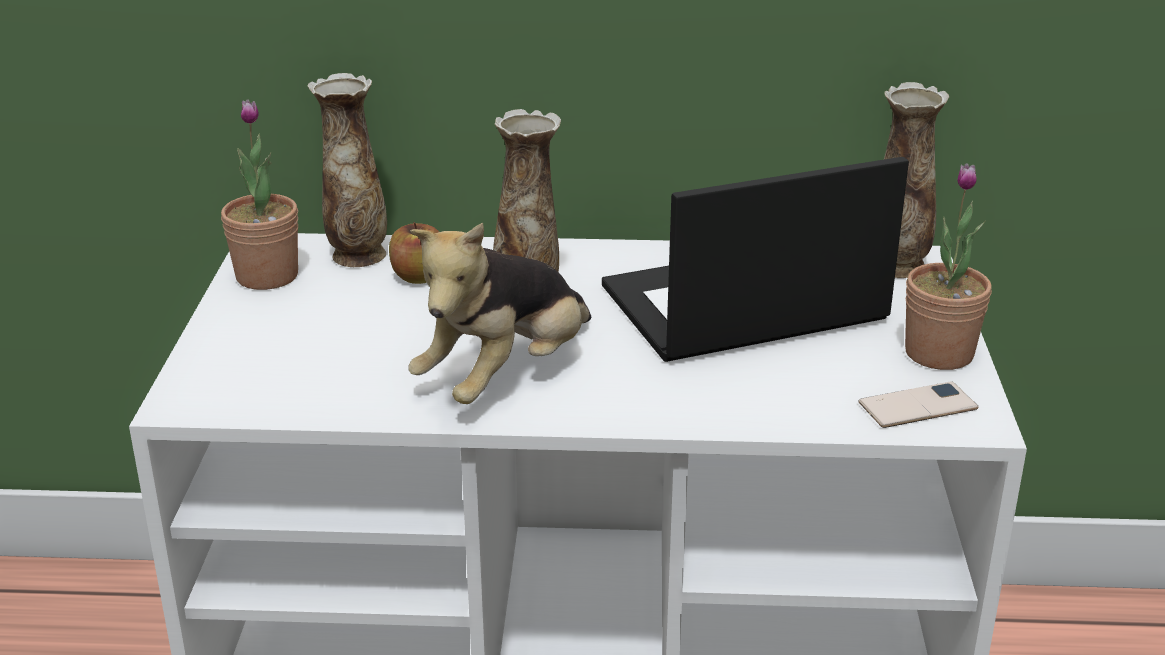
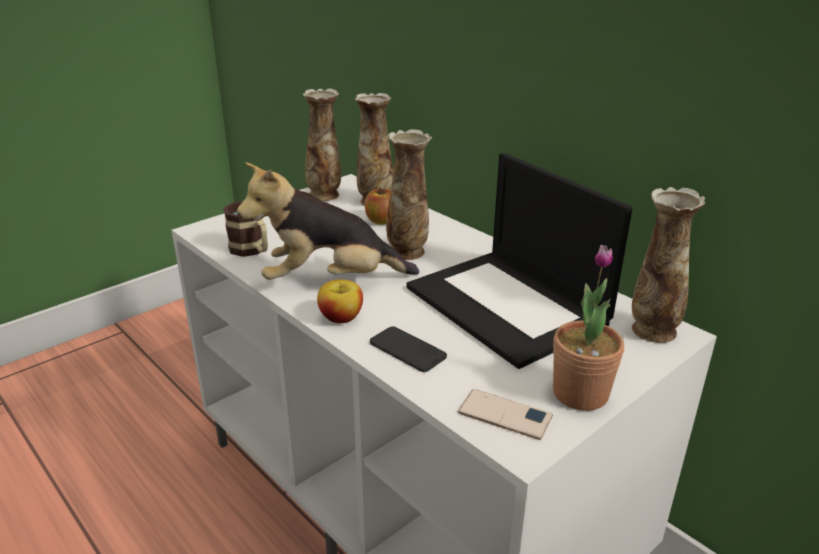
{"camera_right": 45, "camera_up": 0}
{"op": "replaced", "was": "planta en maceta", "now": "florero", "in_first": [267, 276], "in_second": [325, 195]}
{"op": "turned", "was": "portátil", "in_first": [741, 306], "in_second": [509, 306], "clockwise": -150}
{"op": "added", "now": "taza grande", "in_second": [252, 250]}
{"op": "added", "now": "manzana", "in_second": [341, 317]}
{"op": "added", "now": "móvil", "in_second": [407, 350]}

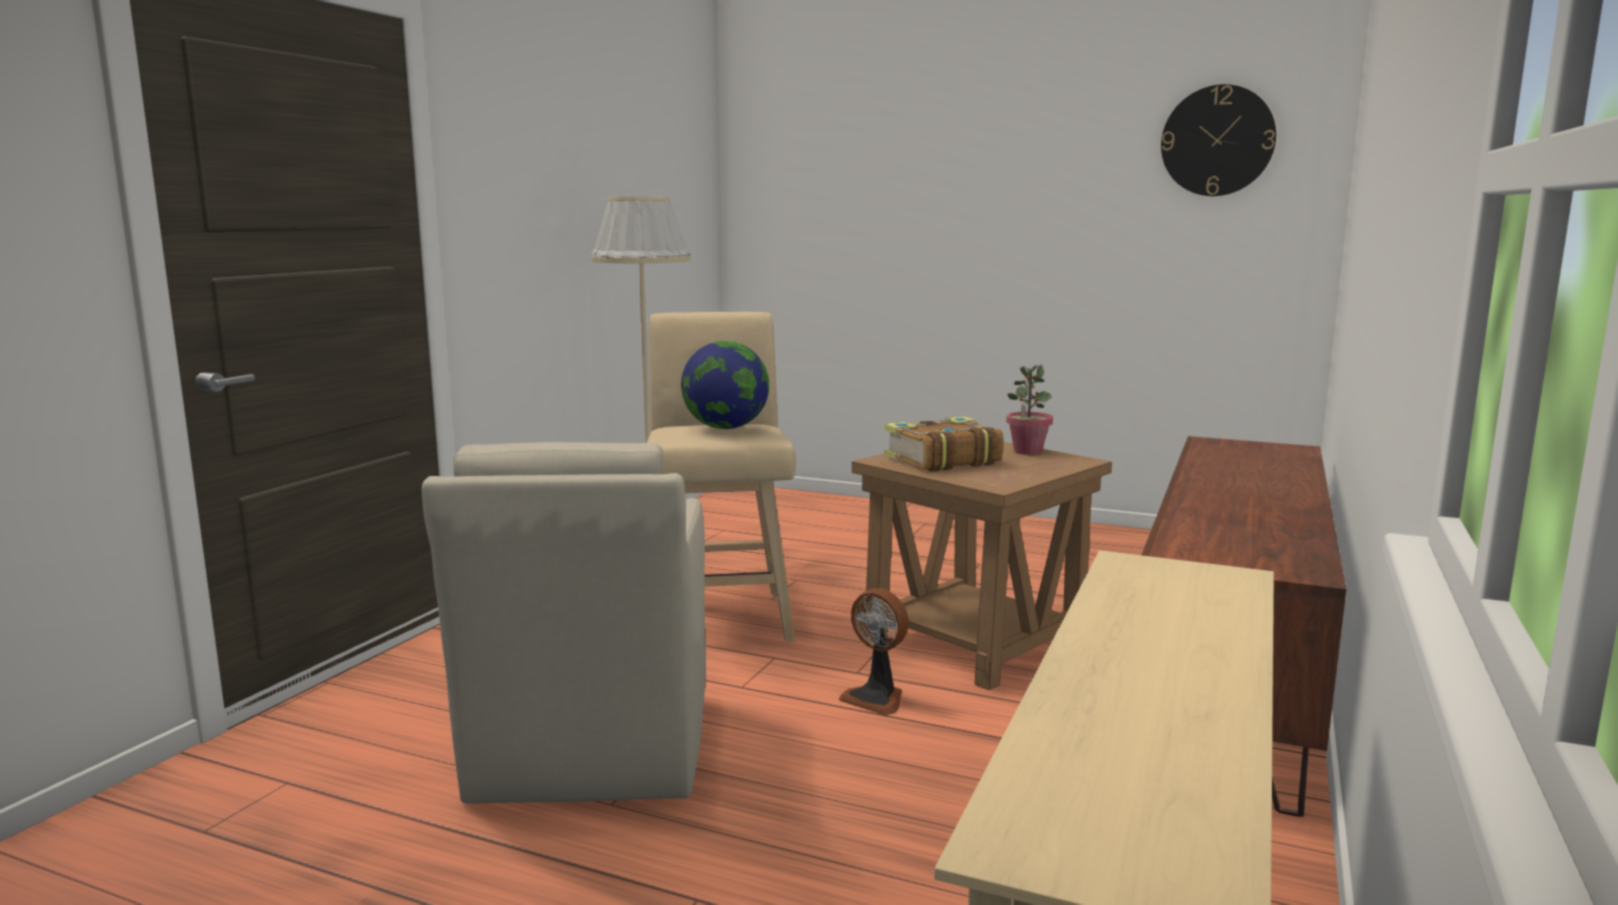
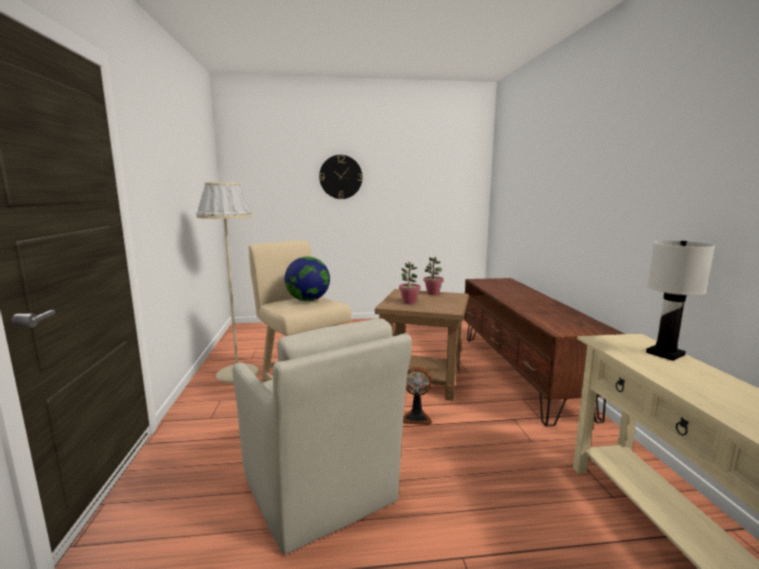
{"camera_right": -30, "camera_up": 0}
{"op": "moved", "was": "reloj de pared", "in_first": [1217, 141], "in_second": [341, 177]}
{"op": "replaced", "was": "libro", "now": "planta en maceta", "in_first": [941, 460], "in_second": [409, 302]}
{"op": "added", "now": "lámpara de mesa/blanco", "in_second": [665, 354]}

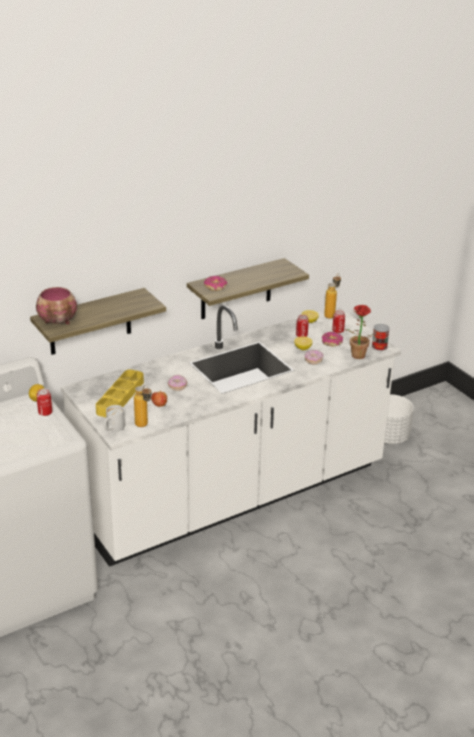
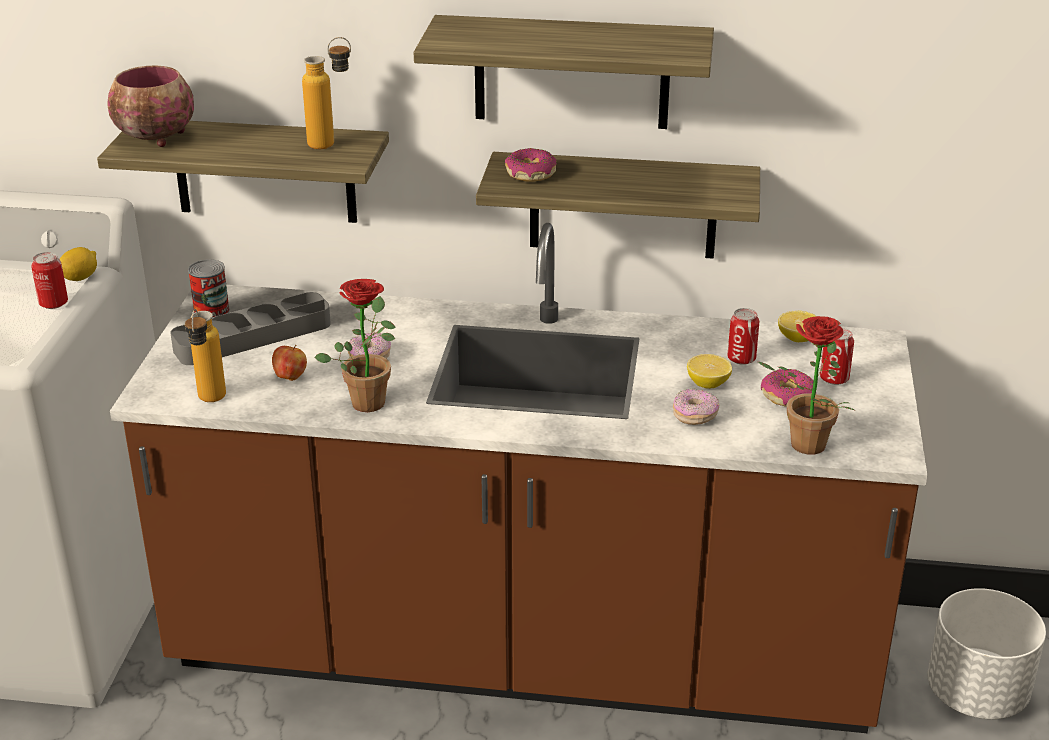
{"camera_right": 40, "camera_up": 0}
{"op": "moved", "was": "botella", "in_first": [331, 314], "in_second": [332, 143]}
{"op": "recoloured", "was": "mueble bajo de cocina/blanco", "now": "mueble bajo de cocina/marrón", "in_first": [234, 496], "in_second": [524, 653]}
{"op": "moved", "was": "lata", "in_first": [379, 346], "in_second": [211, 311]}
{"op": "recoloured", "was": "bandeja/amarillo", "now": "bandeja/gris", "in_first": [120, 397], "in_second": [253, 336]}
{"op": "removed", "was": "taza grande/blanco", "in_first": [113, 429]}
{"op": "added", "now": "estante", "in_second": [571, 72]}
{"op": "added", "now": "planta en maceta", "in_second": [368, 399]}

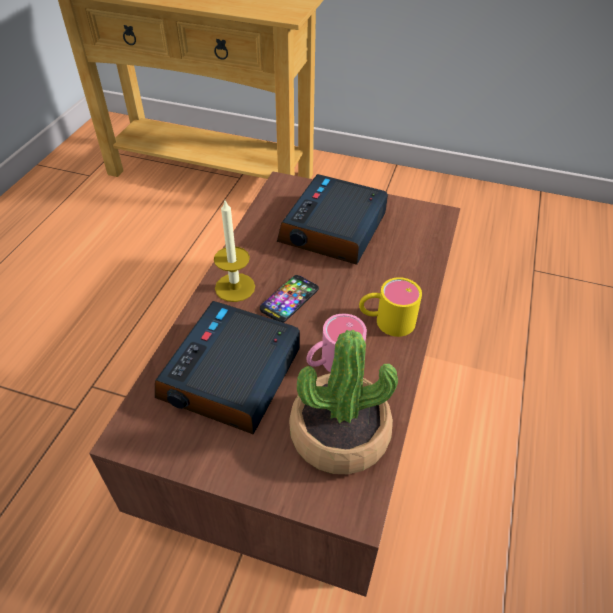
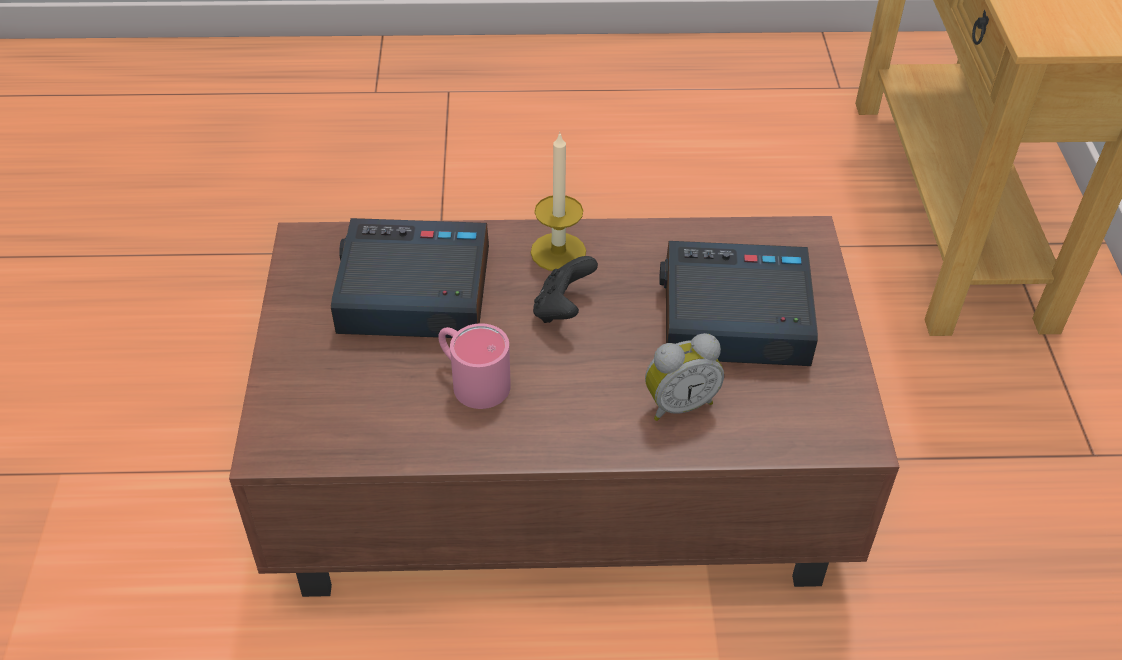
{"camera_right": 70, "camera_up": 0}
{"op": "replaced", "was": "móvil", "now": "mando de consola/negro", "in_first": [289, 299], "in_second": [563, 309]}
{"op": "removed", "was": "taza grande/amarillo", "in_first": [386, 321]}
{"op": "removed", "was": "planta en maceta", "in_first": [339, 434]}
{"op": "added", "now": "despertador", "in_second": [678, 403]}

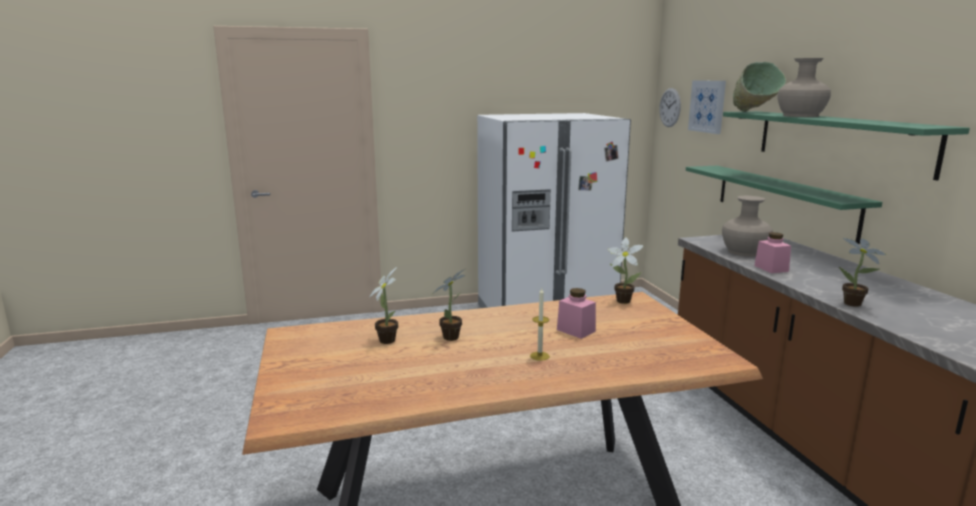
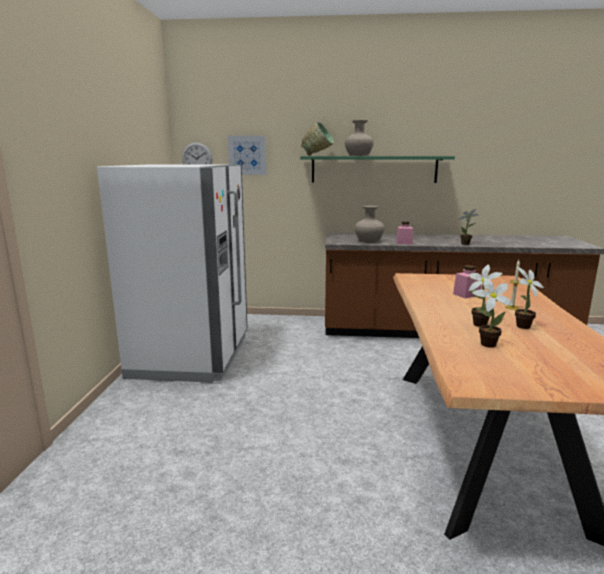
{"camera_right": -70, "camera_up": 0}
{"op": "removed", "was": "estante/verde", "in_first": [783, 200]}
{"op": "moved", "was": "planta en maceta", "in_first": [621, 300], "in_second": [521, 327]}

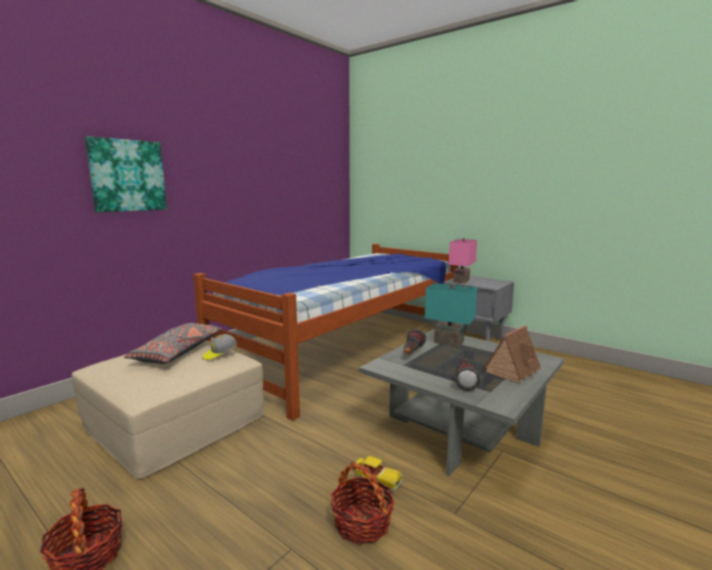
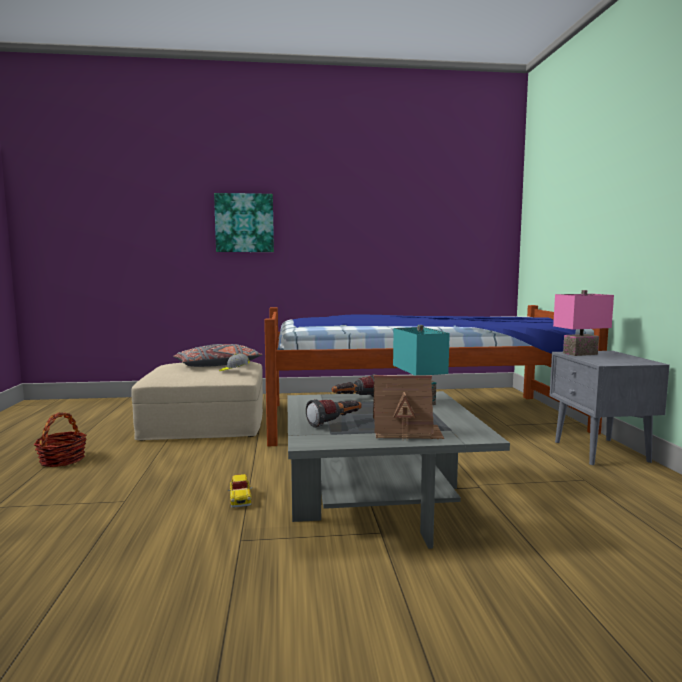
{"camera_right": 45, "camera_up": -5}
{"op": "removed", "was": "cesta", "in_first": [361, 523]}

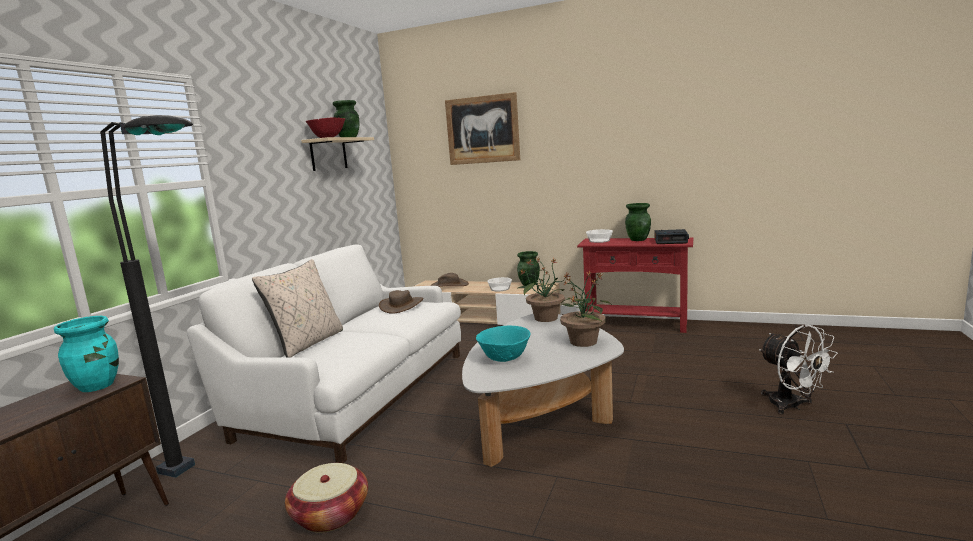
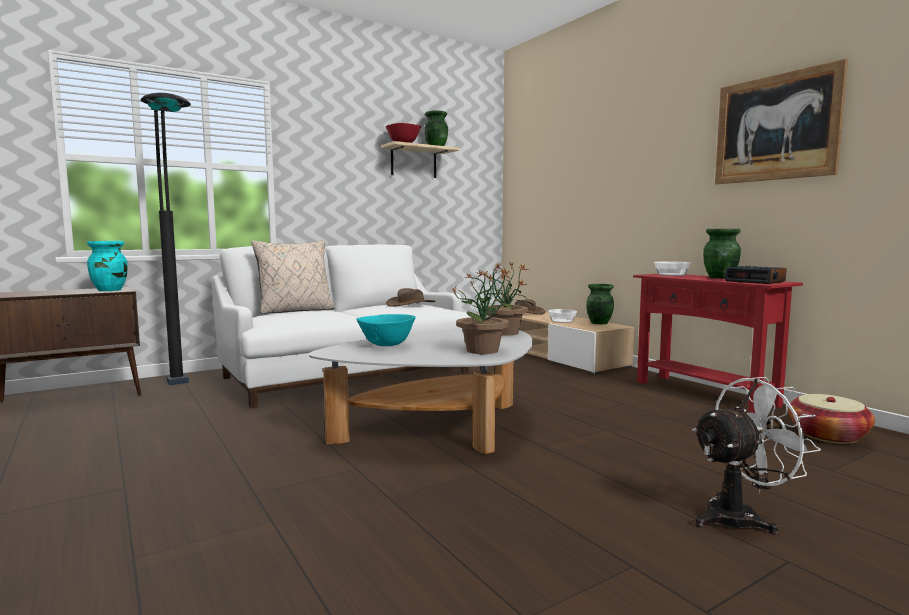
{"camera_right": 35, "camera_up": -5}
{"op": "moved", "was": "cuadro", "in_first": [482, 130], "in_second": [775, 128]}
{"op": "turned", "was": "ventilador/blanco", "in_first": [792, 406], "in_second": [741, 517], "clockwise": -120}
{"op": "moved", "was": "cesta", "in_first": [330, 514], "in_second": [827, 435]}

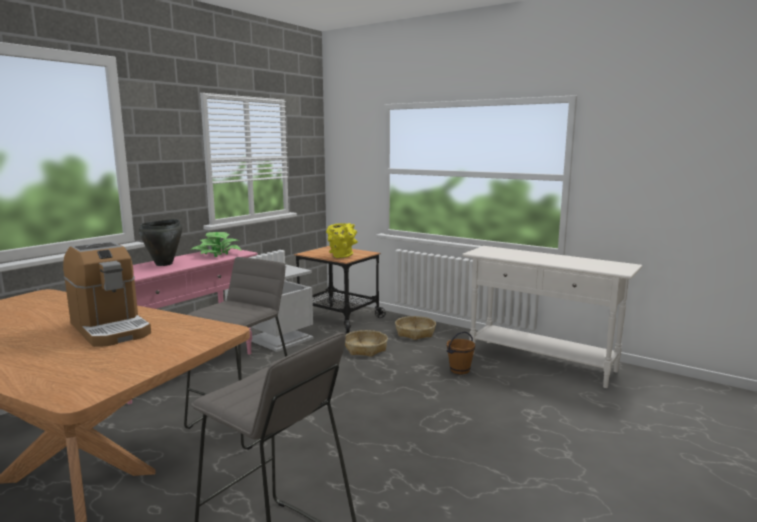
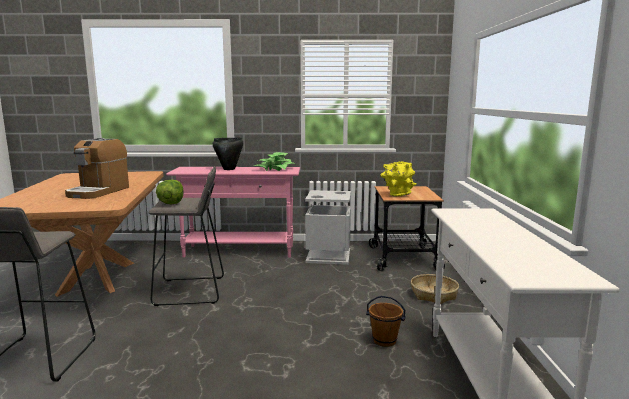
{"camera_right": 55, "camera_up": 0}
{"op": "removed", "was": "cesta", "in_first": [365, 349]}
{"op": "added", "now": "lechuga", "in_second": [170, 203]}

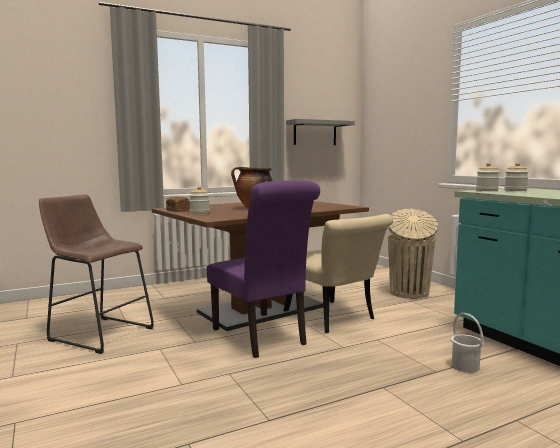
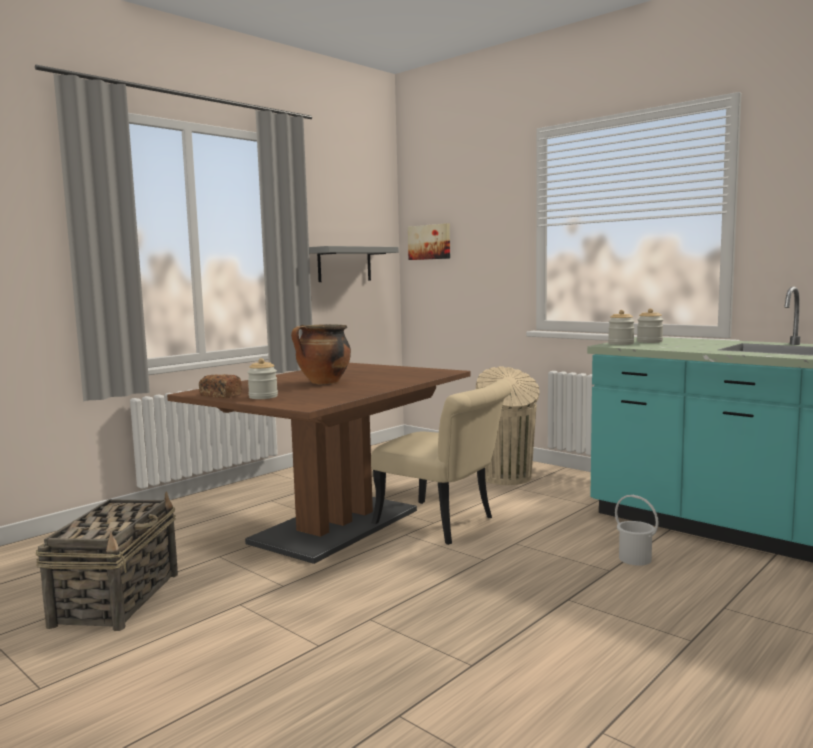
{"camera_right": -20, "camera_up": 0}
{"op": "removed", "was": "silla/morado", "in_first": [262, 338]}
{"op": "replaced", "was": "taburete/marrón", "now": "cesta", "in_first": [98, 333], "in_second": [118, 598]}
{"op": "added", "now": "cuadro", "in_second": [430, 242]}

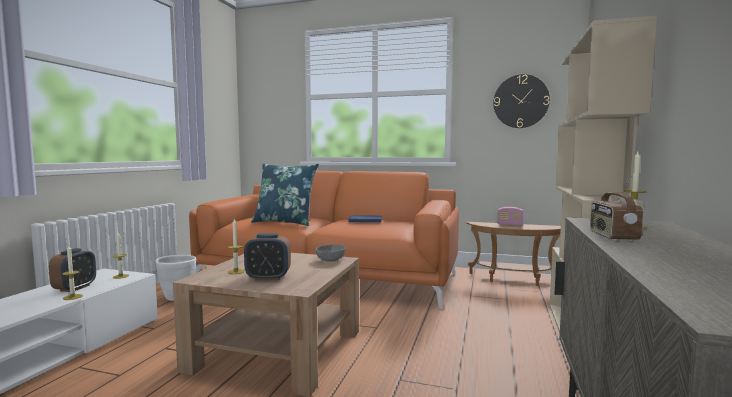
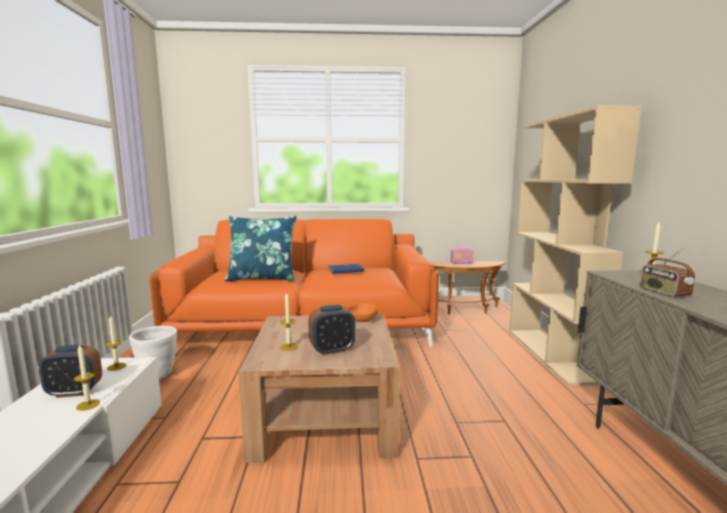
{"camera_right": -20, "camera_up": 5}
{"op": "removed", "was": "reloj de pared", "in_first": [520, 101]}
{"op": "recoloured", "was": "cuenco/gris", "now": "cuenco/naranja", "in_first": [330, 260], "in_second": [362, 320]}
{"op": "turned", "was": "despertador", "in_first": [75, 288], "in_second": [74, 392], "clockwise": 90}

